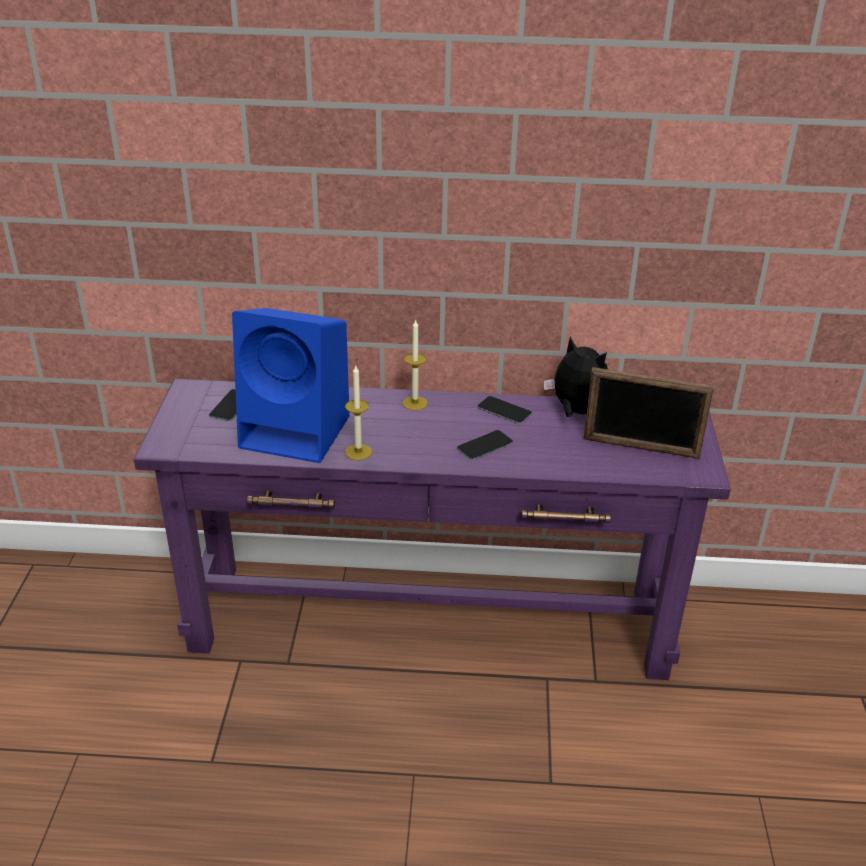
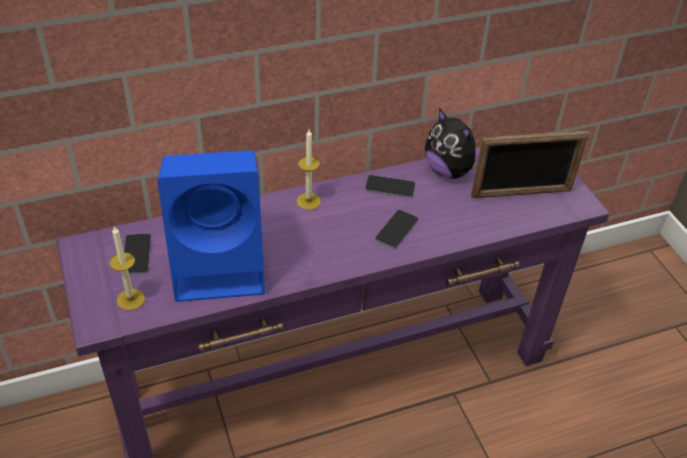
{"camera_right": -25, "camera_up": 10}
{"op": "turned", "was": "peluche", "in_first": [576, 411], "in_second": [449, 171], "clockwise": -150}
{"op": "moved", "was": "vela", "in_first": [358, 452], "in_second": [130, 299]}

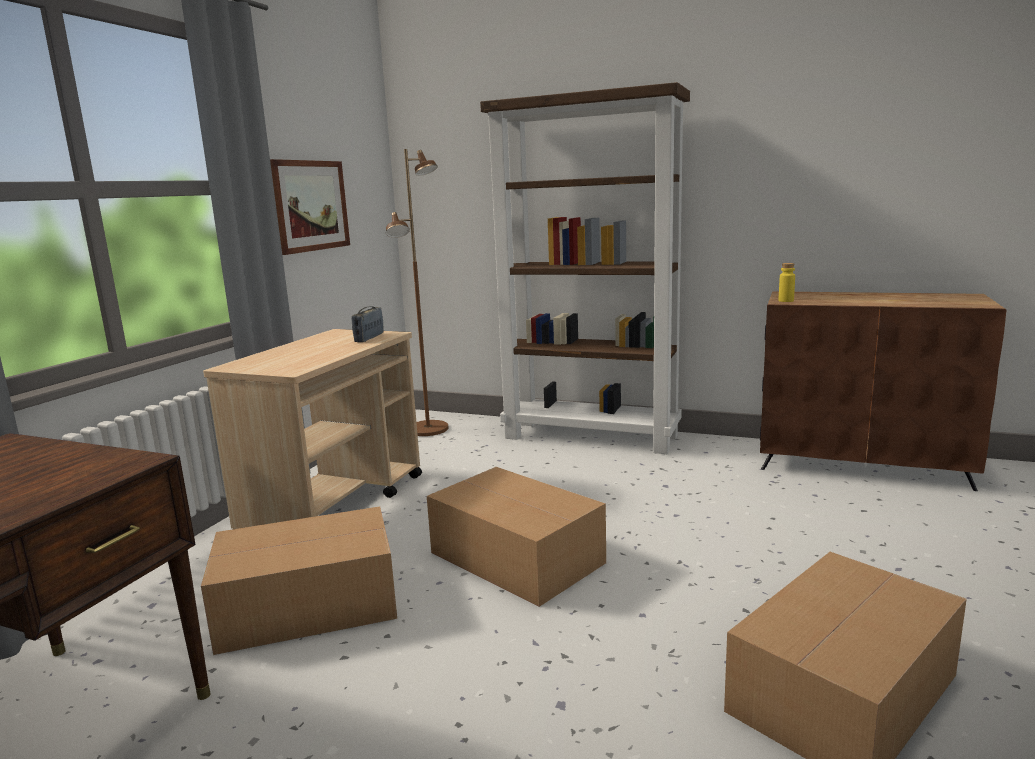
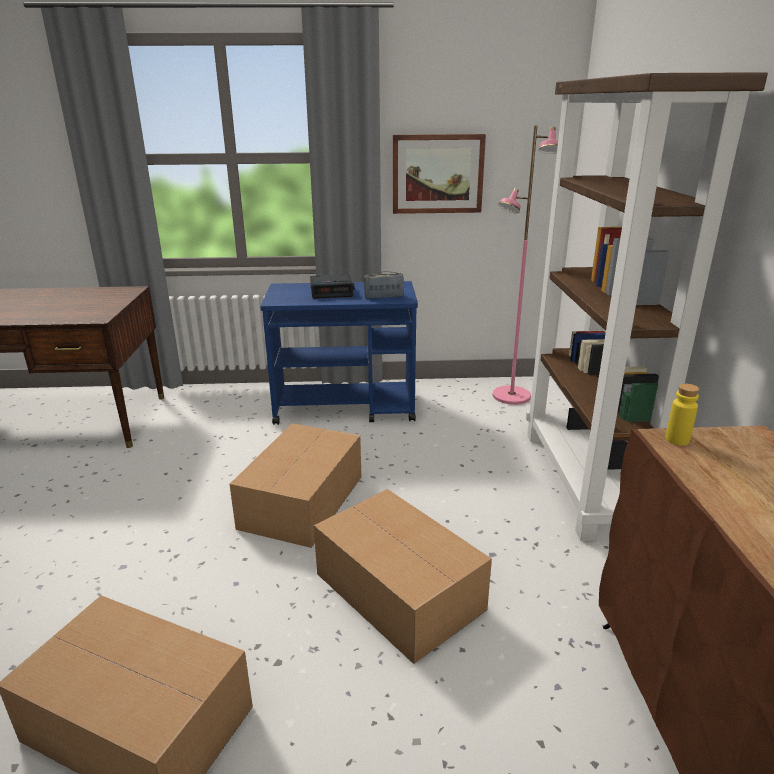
{"camera_right": 65, "camera_up": 10}
{"op": "recoloured", "was": "lámpara de pie/marrón", "now": "lámpara de pie/rosa", "in_first": [429, 429], "in_second": [511, 396]}
{"op": "recoloured", "was": "carrito/beis", "now": "carrito/azul", "in_first": [336, 505], "in_second": [346, 407]}
{"op": "moved", "was": "caja de cartón", "in_first": [305, 605], "in_second": [398, 589]}
{"op": "added", "now": "despertador", "in_second": [332, 292]}

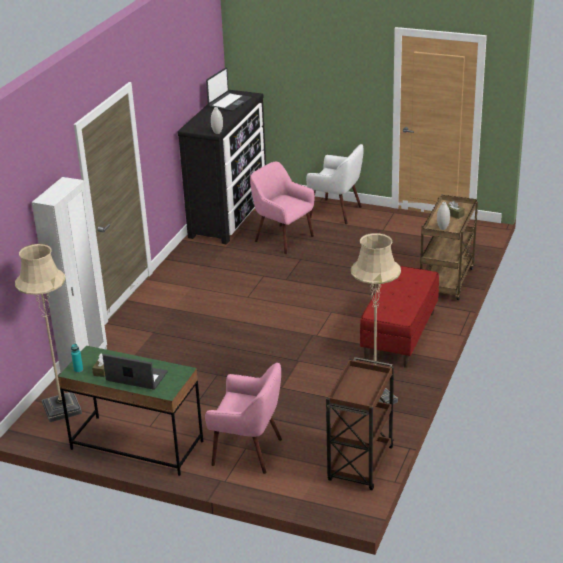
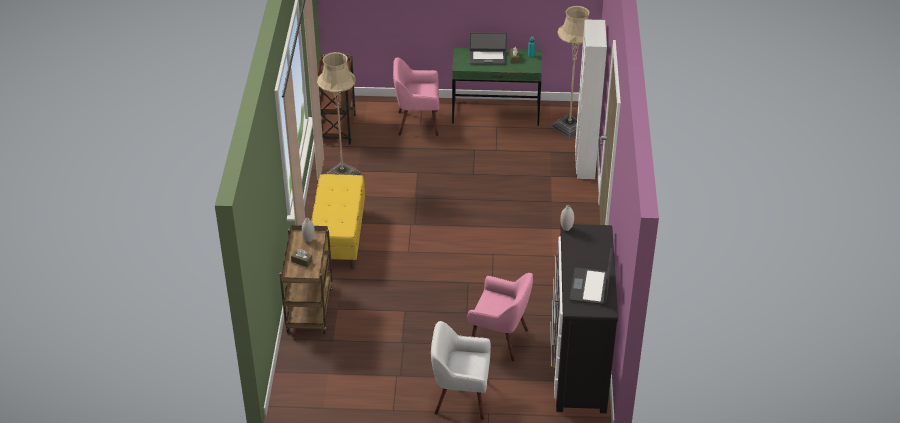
{"camera_right": 160, "camera_up": 10}
{"op": "recoloured", "was": "banco/rojo", "now": "banco/amarillo", "in_first": [400, 336], "in_second": [338, 237]}

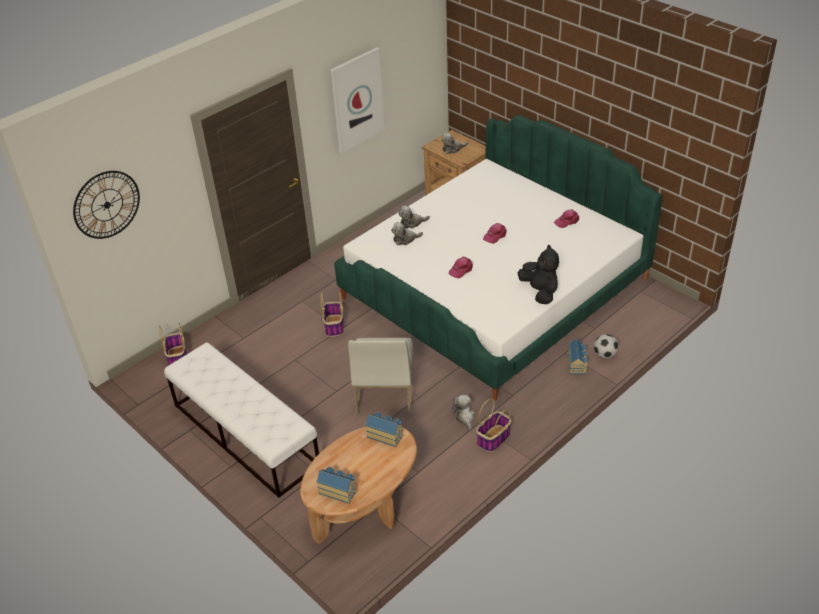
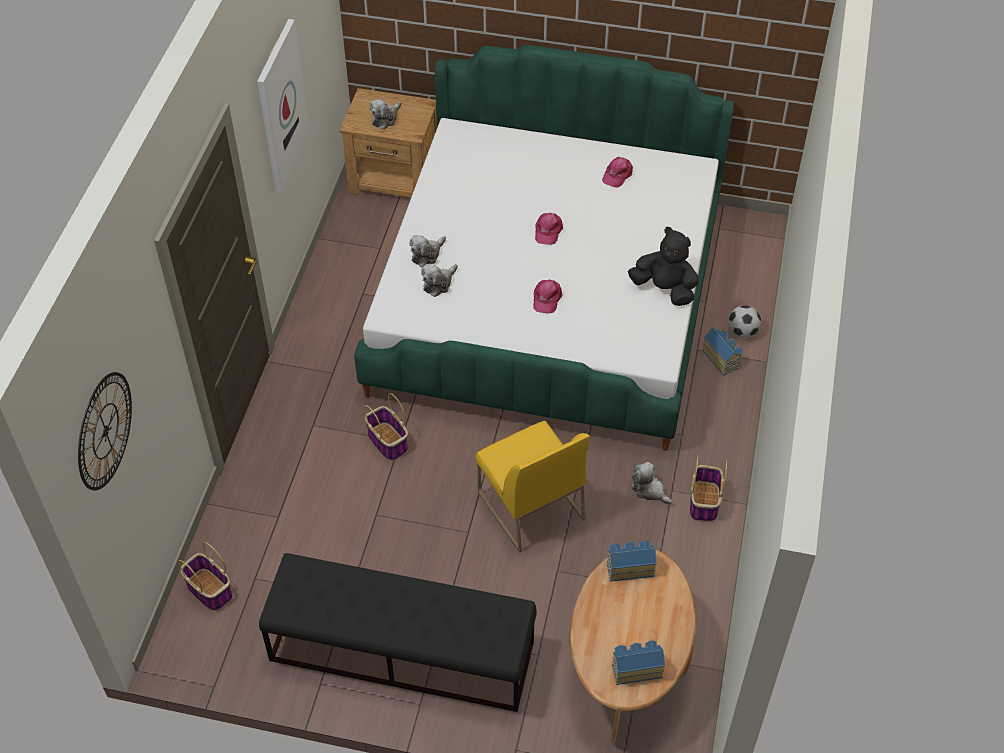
{"camera_right": -35, "camera_up": 10}
{"op": "recoloured", "was": "silla/blanco", "now": "silla/amarillo", "in_first": [384, 393], "in_second": [529, 505]}
{"op": "recoloured", "was": "banco/blanco", "now": "banco/negro", "in_first": [245, 434], "in_second": [401, 651]}

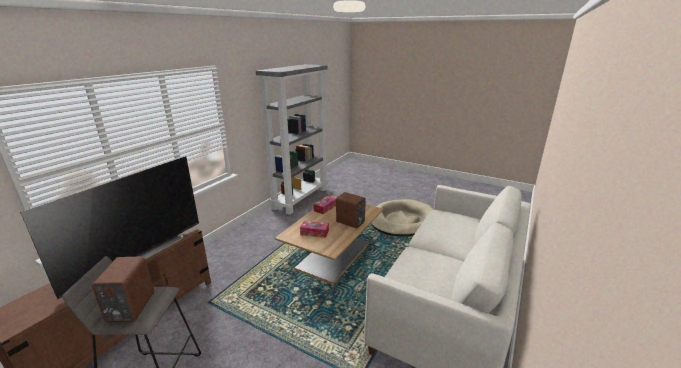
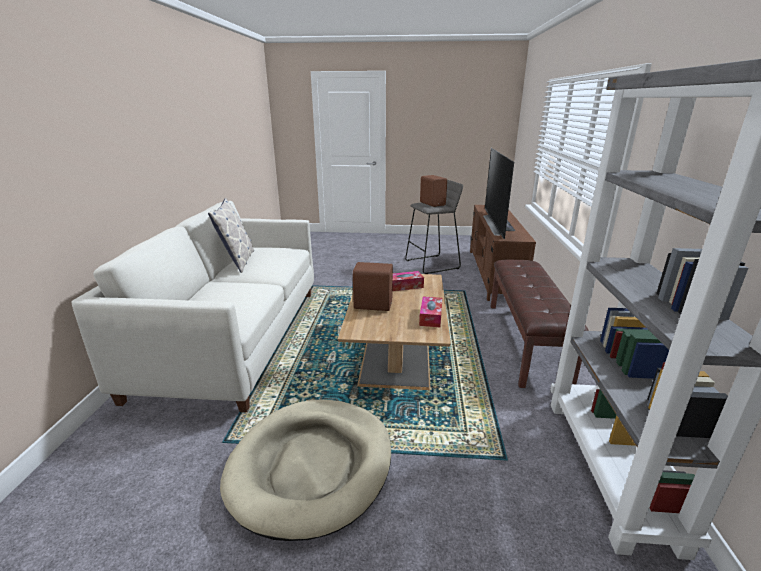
{"camera_right": 155, "camera_up": 0}
{"op": "added", "now": "cojín", "in_second": [237, 261]}
{"op": "added", "now": "banco/marrón", "in_second": [526, 341]}

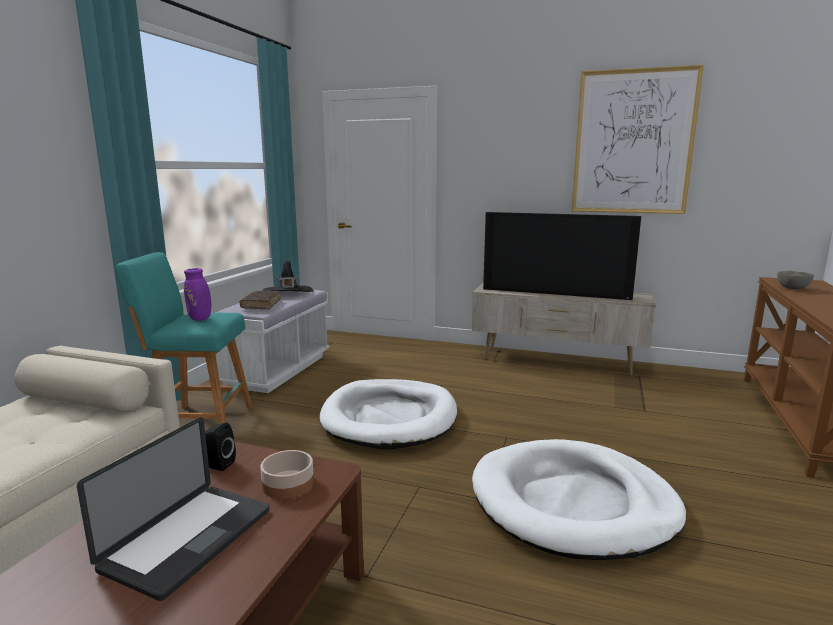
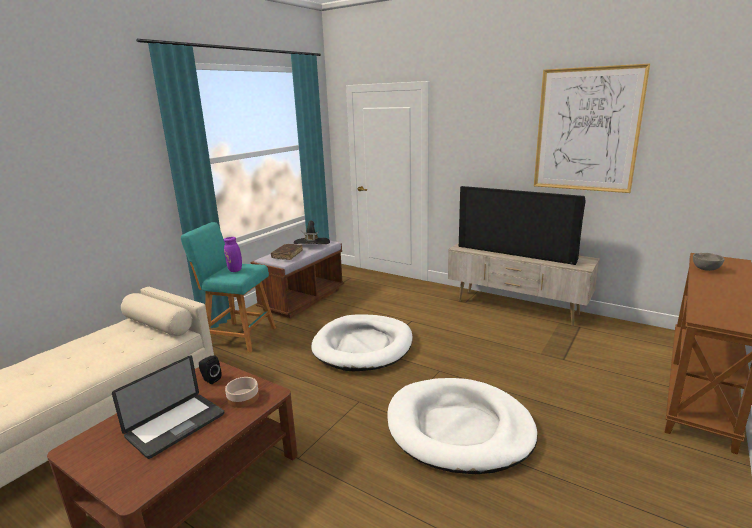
{"camera_right": 15, "camera_up": 5}
{"op": "recoloured", "was": "banco/blanco", "now": "banco/marrón", "in_first": [277, 370], "in_second": [302, 299]}

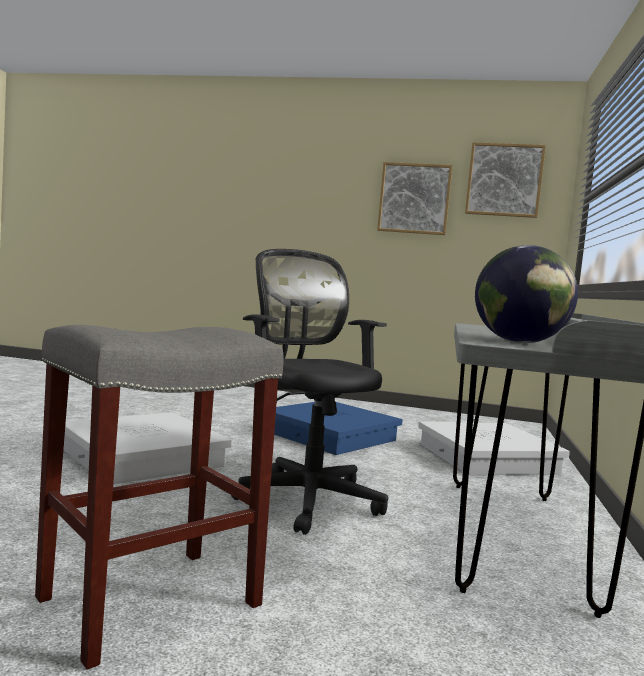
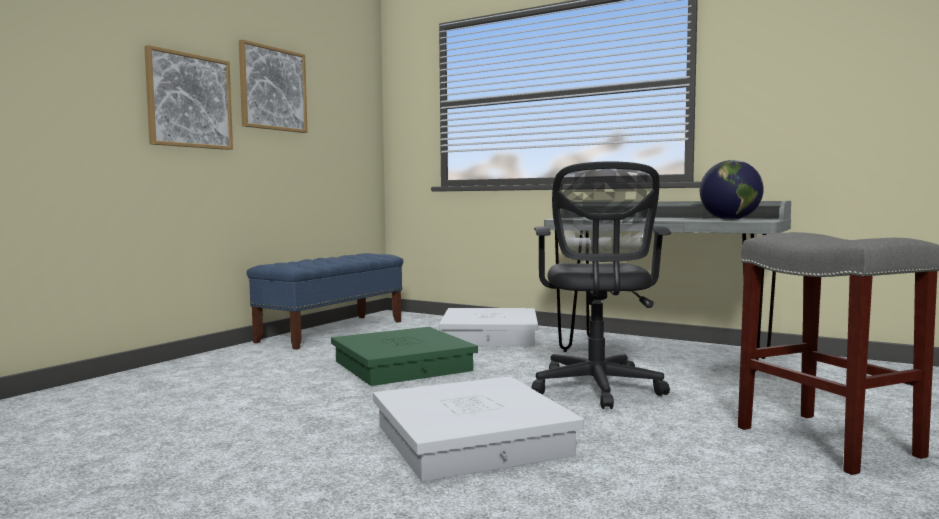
{"camera_right": -70, "camera_up": 0}
{"op": "moved", "was": "cuadro", "in_first": [504, 180], "in_second": [189, 101]}
{"op": "turned", "was": "silla de oficina/negro", "in_first": [306, 497], "in_second": [597, 389], "clockwise": -75}
{"op": "recoloured", "was": "caja de almacenaje/azul", "now": "caja de almacenaje/verde", "in_first": [331, 436], "in_second": [403, 365]}
{"op": "added", "now": "banco/azul", "in_second": [333, 331]}

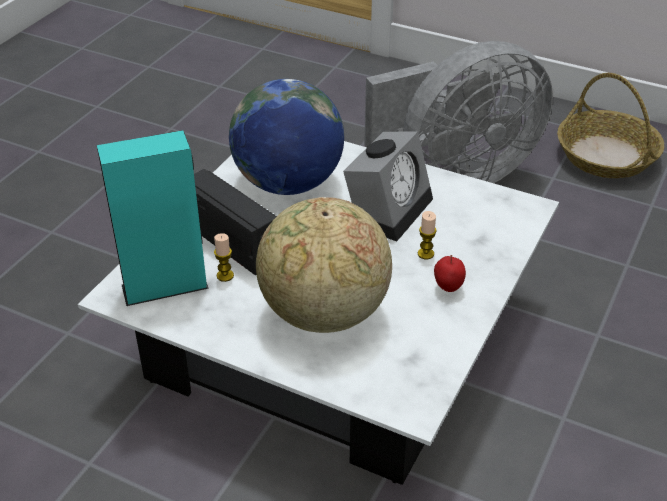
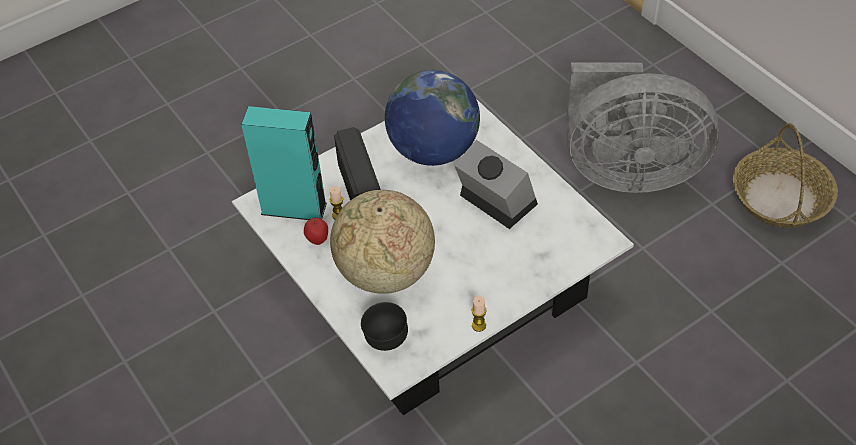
{"camera_right": 30, "camera_up": 10}
{"op": "turned", "was": "despertador", "in_first": [389, 208], "in_second": [494, 200], "clockwise": -105}
{"op": "moved", "was": "vela", "in_first": [425, 254], "in_second": [478, 325]}
{"op": "moved", "was": "manzana", "in_first": [448, 288], "in_second": [317, 240]}
{"op": "added", "now": "cuenco/negro", "in_second": [386, 340]}

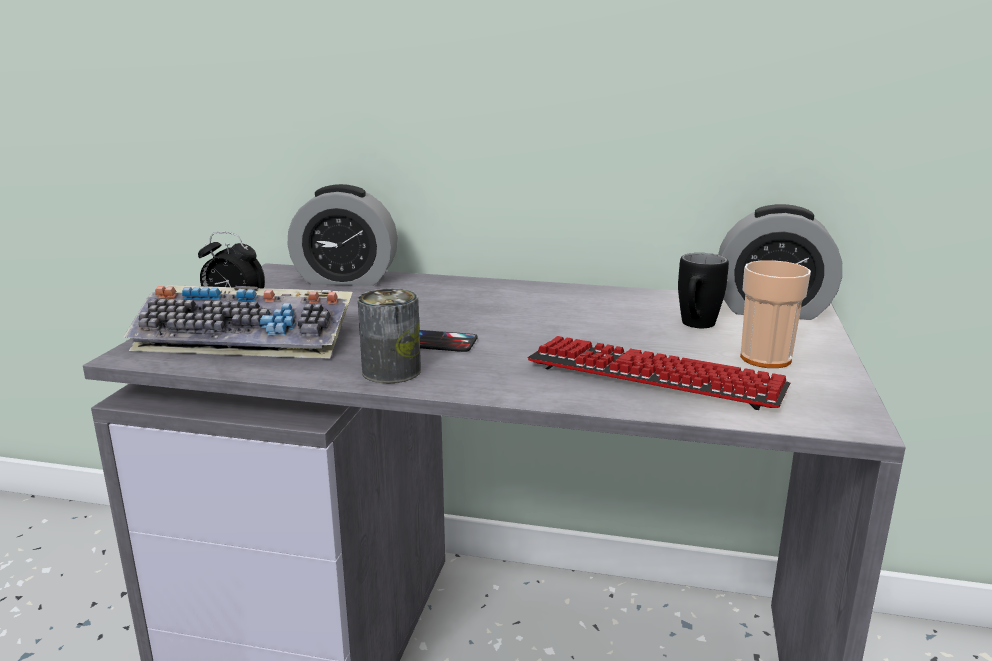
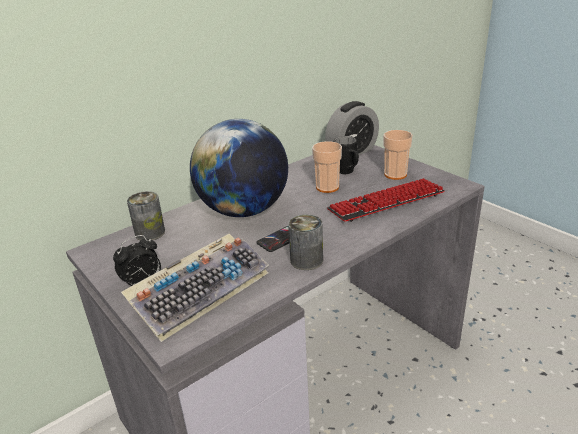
{"camera_right": -50, "camera_up": 10}
{"op": "replaced", "was": "despertador", "now": "lata", "in_first": [346, 279], "in_second": [150, 233]}
{"op": "added", "now": "globo terráqueo", "in_second": [244, 210]}
{"op": "added", "now": "taza", "in_second": [327, 187]}

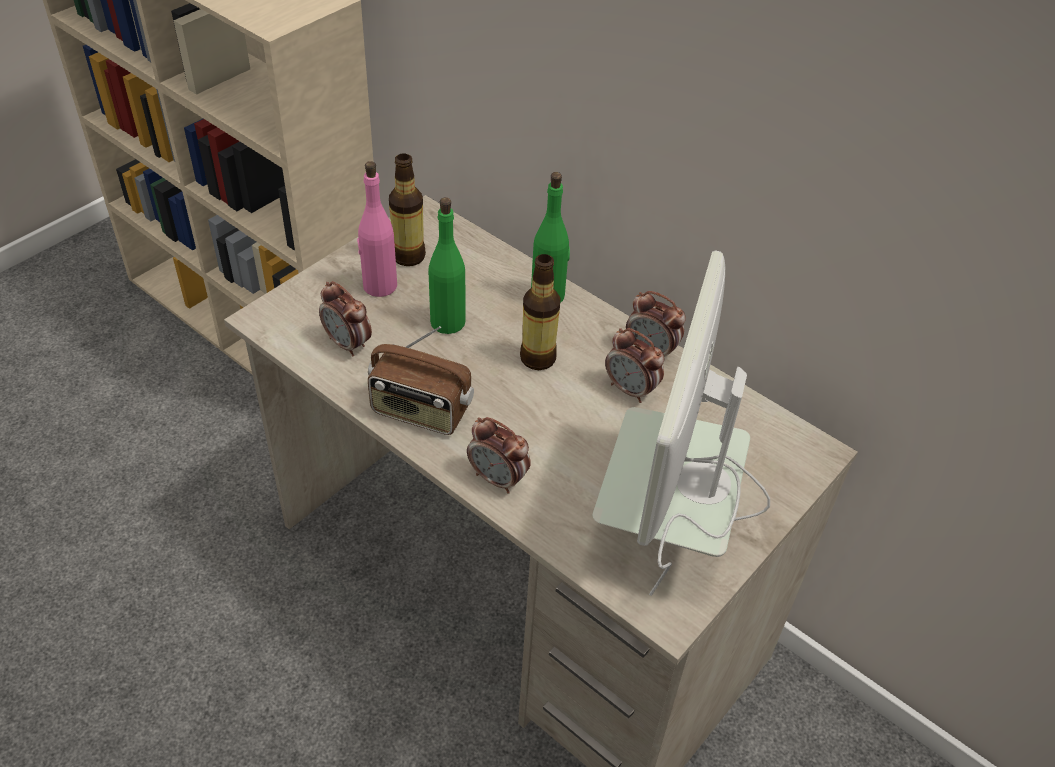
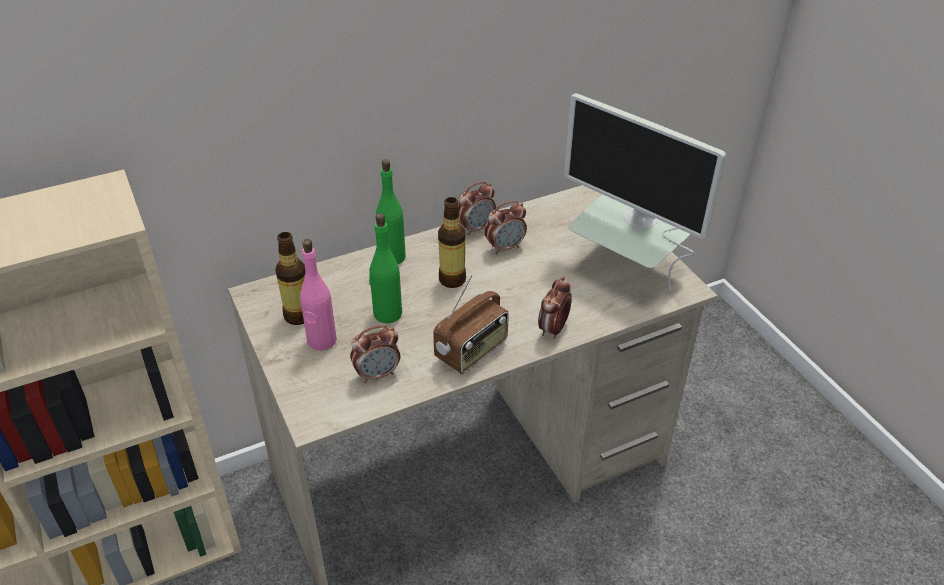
{"camera_right": -65, "camera_up": -5}
{"op": "turned", "was": "despertador", "in_first": [498, 479], "in_second": [553, 329], "clockwise": 150}

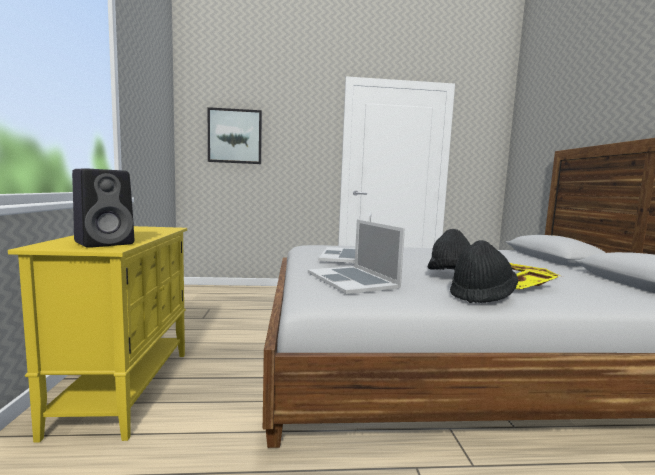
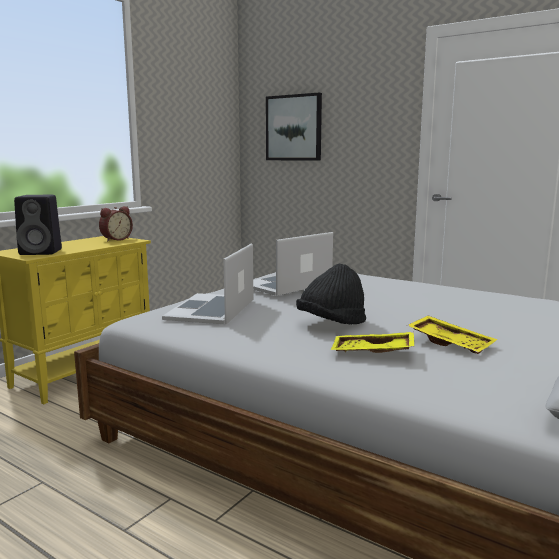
{"camera_right": 40, "camera_up": 5}
{"op": "removed", "was": "sombrero/negro", "in_first": [481, 295]}
{"op": "added", "now": "despertador", "in_second": [115, 239]}

